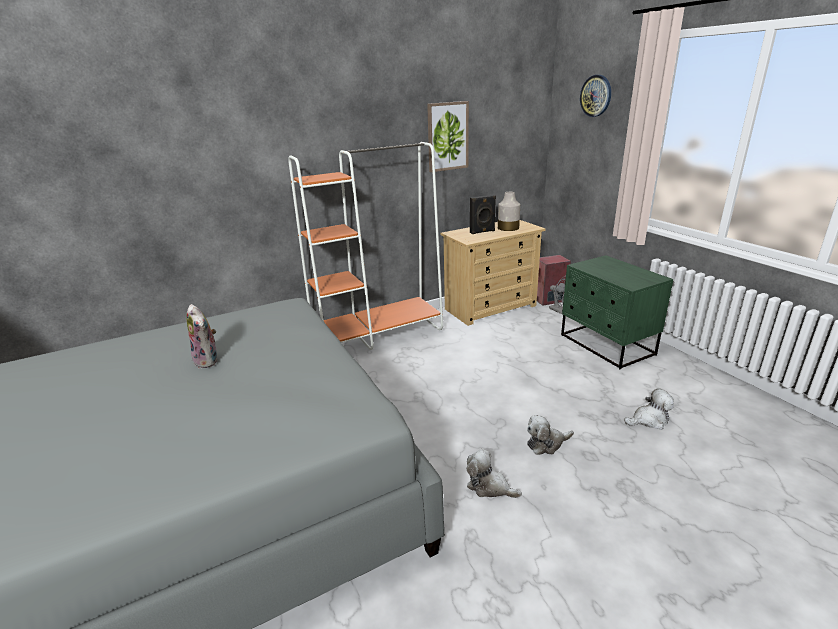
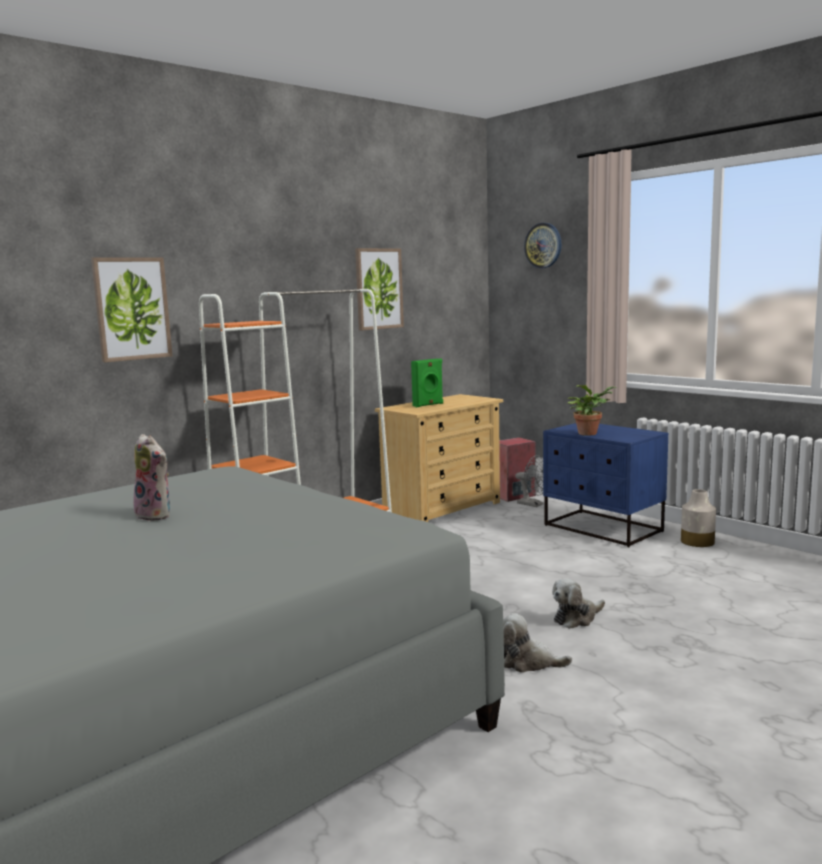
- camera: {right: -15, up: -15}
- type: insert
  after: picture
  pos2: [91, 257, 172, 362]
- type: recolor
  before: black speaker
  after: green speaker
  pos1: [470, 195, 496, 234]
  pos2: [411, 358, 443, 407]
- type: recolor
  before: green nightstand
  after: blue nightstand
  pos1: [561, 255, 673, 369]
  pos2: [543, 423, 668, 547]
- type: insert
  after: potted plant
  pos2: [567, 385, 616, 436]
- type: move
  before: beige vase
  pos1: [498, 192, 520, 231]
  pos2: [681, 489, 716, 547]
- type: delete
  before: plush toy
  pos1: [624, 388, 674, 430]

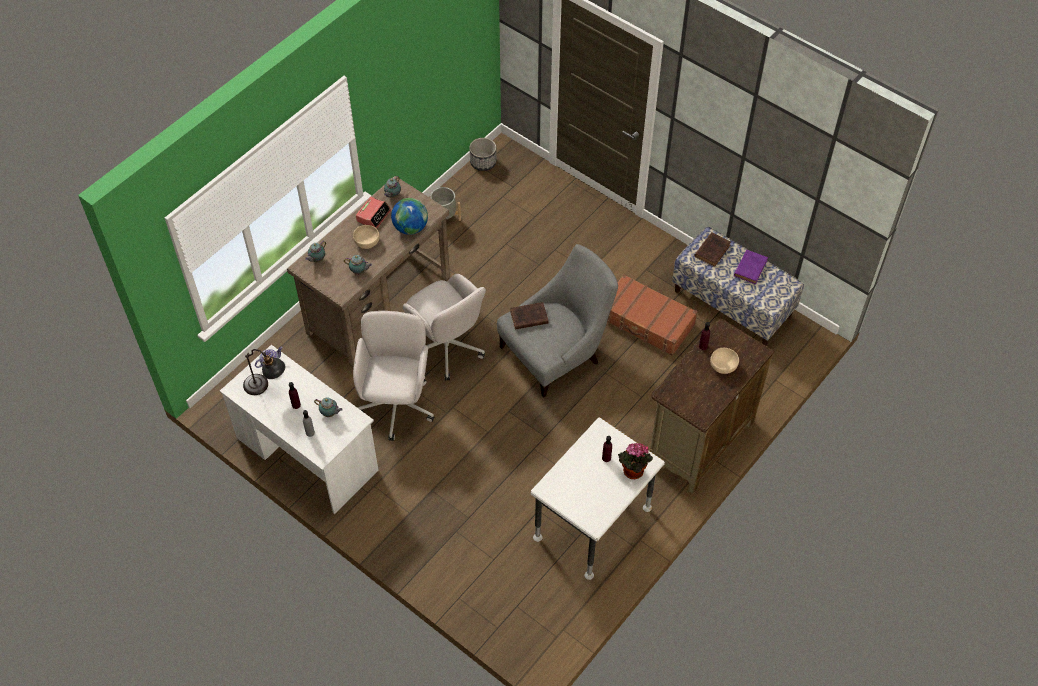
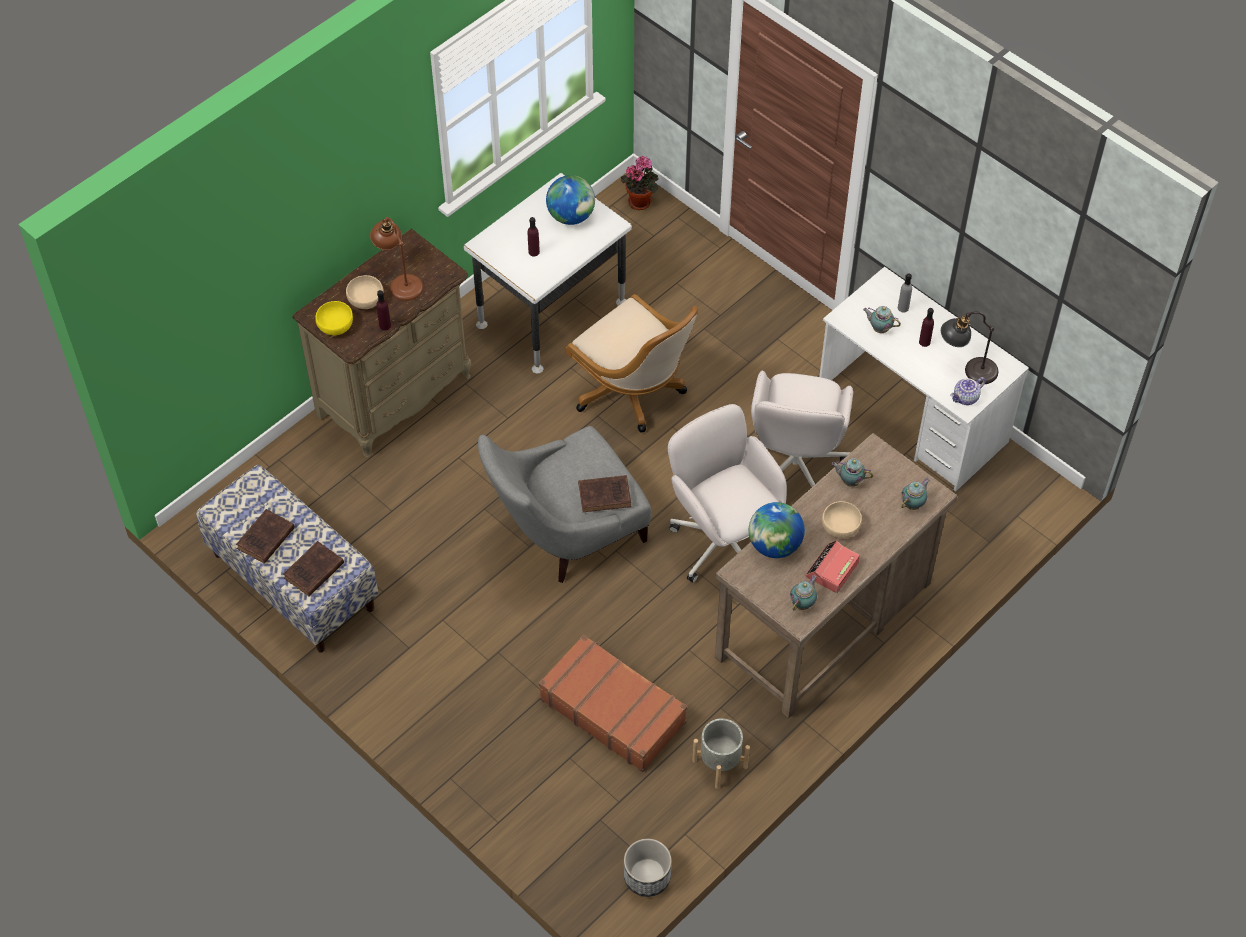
- camera: {right: -175, up: 0}
- type: recolor
  before: purple book
  after: brown book
  pos1: [734, 250, 768, 284]
  pos2: [236, 509, 295, 564]
- type: insert
  after: yellow bowl
  pos2: [315, 301, 353, 335]
- type: insert
  after: brown table lamp
  pos2: [370, 217, 423, 301]
- type: move
  before: brown suitcase
  pos1: [607, 274, 698, 356]
  pos2: [539, 635, 687, 772]
- type: insert
  after: globe
  pos2: [546, 175, 595, 225]
- type: insert
  after: office chair
  pos2: [565, 294, 698, 433]
- type: move
  before: potted plant
  pos1: [618, 443, 653, 479]
  pos2: [621, 155, 659, 210]

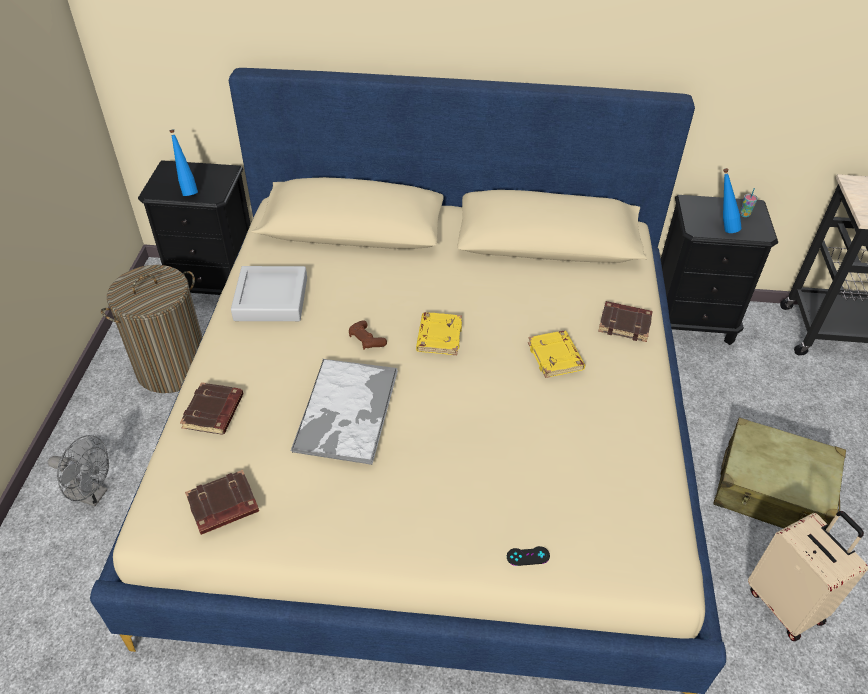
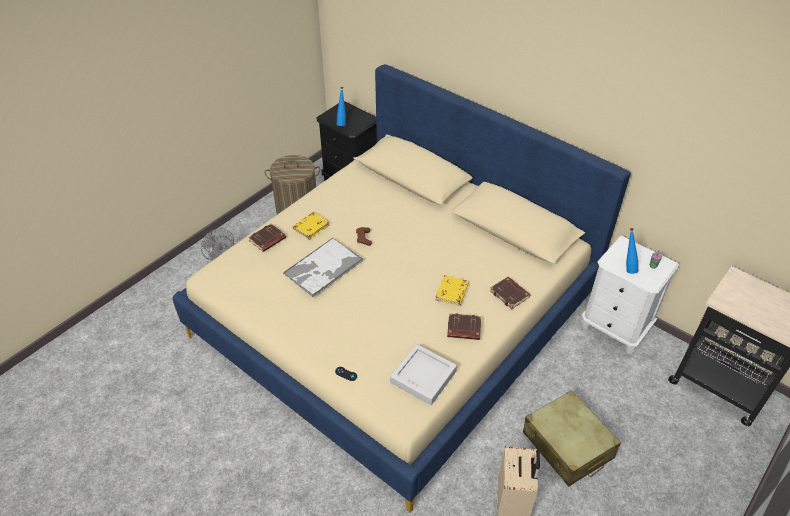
- camera: {right: 35, up: 0}
- type: move
  before: yellow book
  pos1: [416, 312, 462, 355]
  pos2: [293, 212, 329, 240]
- type: move
  before: grey tray
  pos1: [231, 266, 307, 321]
  pos2: [390, 344, 457, 405]
- type: move
  before: brown book
  pos1: [185, 470, 259, 535]
  pos2: [447, 313, 481, 340]
- type: recolor
  before: black nightstand
  after: white nightstand
  pos1: [661, 195, 778, 345]
  pos2: [582, 236, 679, 354]

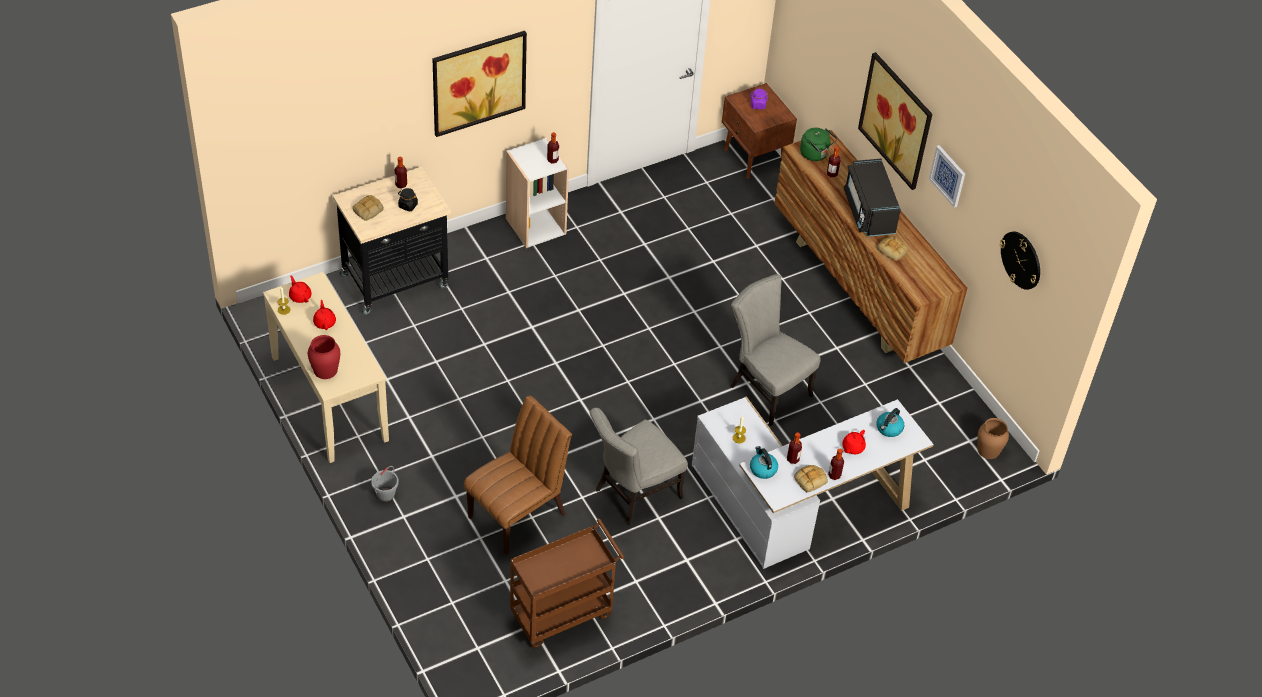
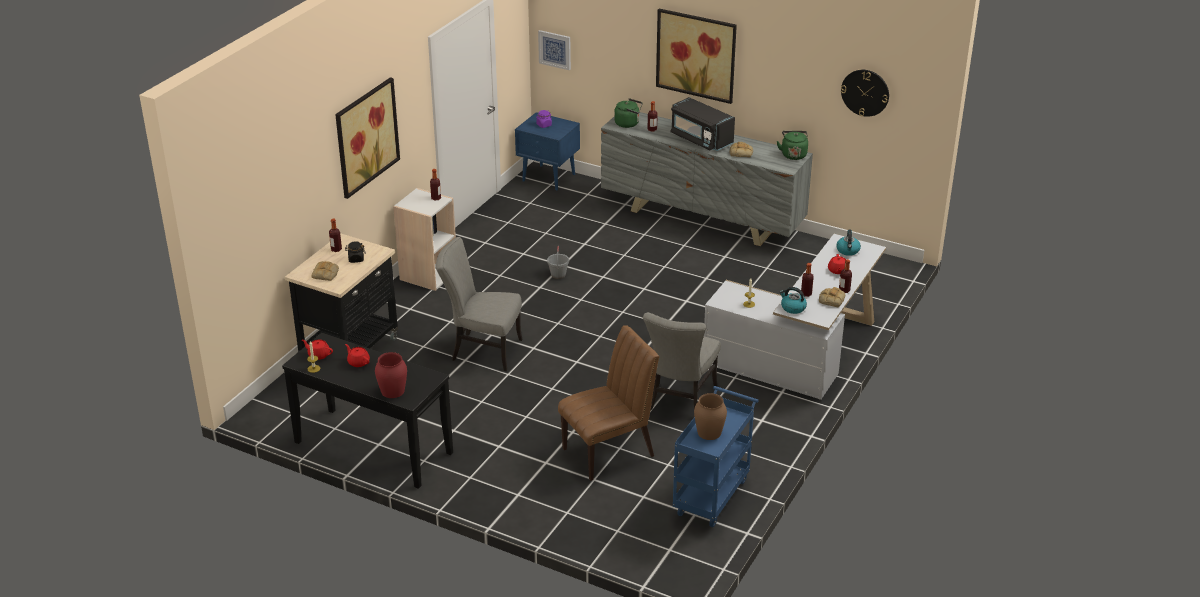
- camera: {right: -30, up: -15}
- type: recolor
  before: beige console table
  after: black console table
  pos1: [263, 272, 389, 463]
  pos2: [282, 333, 453, 489]
- type: move
  before: grey chair
  pos1: [730, 274, 821, 426]
  pos2: [436, 237, 523, 371]
- type: recolor
  before: brown nightstand
  after: blue nightstand
  pos1: [722, 83, 797, 179]
  pos2: [515, 112, 580, 190]
- type: move
  before: picture
  pos1: [929, 145, 965, 208]
  pos2: [538, 30, 571, 70]
- type: move
  before: grey bucket
  pos1: [371, 466, 399, 502]
  pos2: [547, 246, 569, 279]
- type: rotate
  before: brown chair
  pos1: [464, 395, 572, 555]
  pos2: [558, 325, 660, 481]
  turn: 45
- type: recolor
  before: brown cabinet
  after: grey cabinet
  pos1: [774, 130, 968, 363]
  pos2: [601, 112, 813, 246]
- type: recolor
  before: brown cart
  after: blue cart
  pos1: [510, 519, 624, 648]
  pos2: [673, 386, 759, 527]
- type: move
  before: brown vase
  pos1: [977, 418, 1009, 459]
  pos2: [694, 393, 727, 440]
- type: insert
  after: green kettle
  pos2: [777, 131, 808, 160]

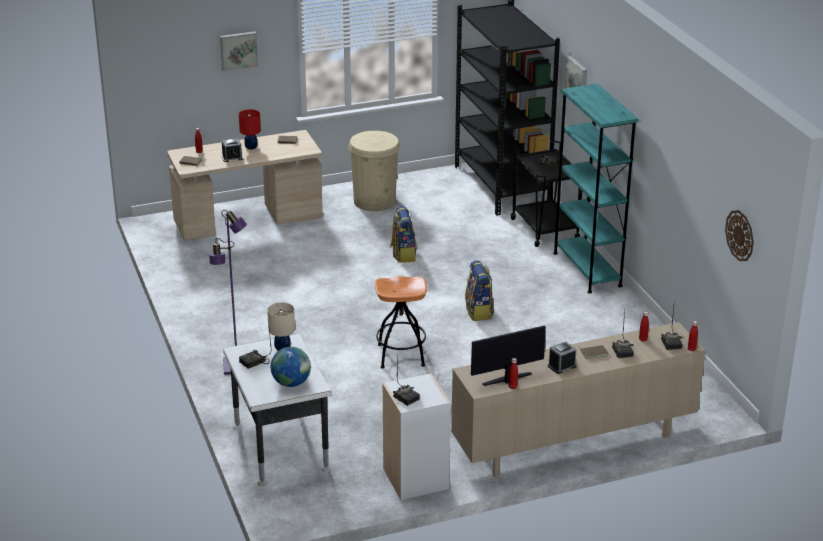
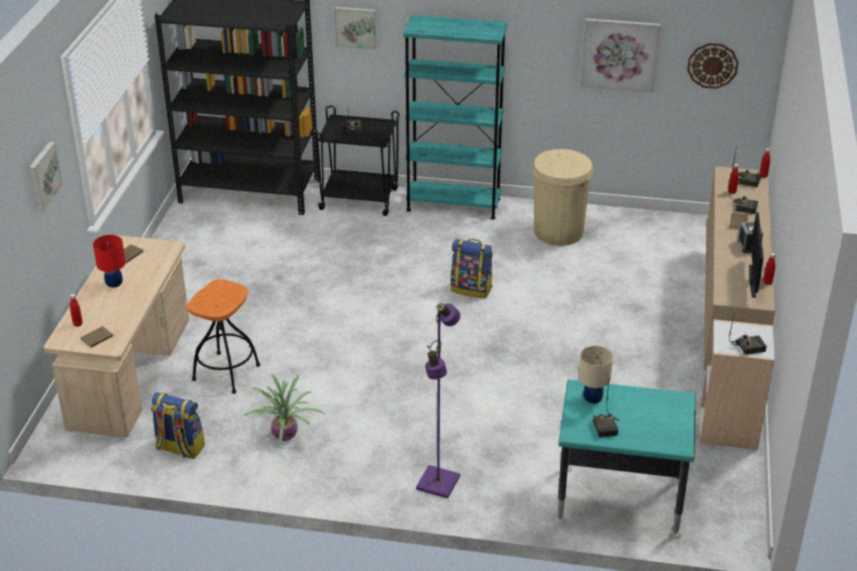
- camera: {right: -60, up: 5}
- type: move
  before: backpack
  pos1: [390, 206, 417, 263]
  pos2: [151, 392, 205, 459]
- type: move
  before: orange stool
  pos1: [375, 276, 427, 369]
  pos2: [186, 279, 260, 394]
- type: insert
  after: potted plant
  pos2: [243, 374, 324, 444]
- type: move
  before: beige trash can
  pos1: [348, 131, 400, 212]
  pos2: [532, 149, 594, 246]
- type: recolor
  before: white desk
  after: turquoise desk
  pos1: [223, 334, 332, 487]
  pos2: [554, 379, 696, 539]
- type: insert
  after: picture
  pos2: [581, 18, 661, 93]
- type: delete
  before: alarm clock
  pos1: [222, 139, 243, 162]
- type: delete
  before: globe
  pos1: [271, 347, 311, 387]

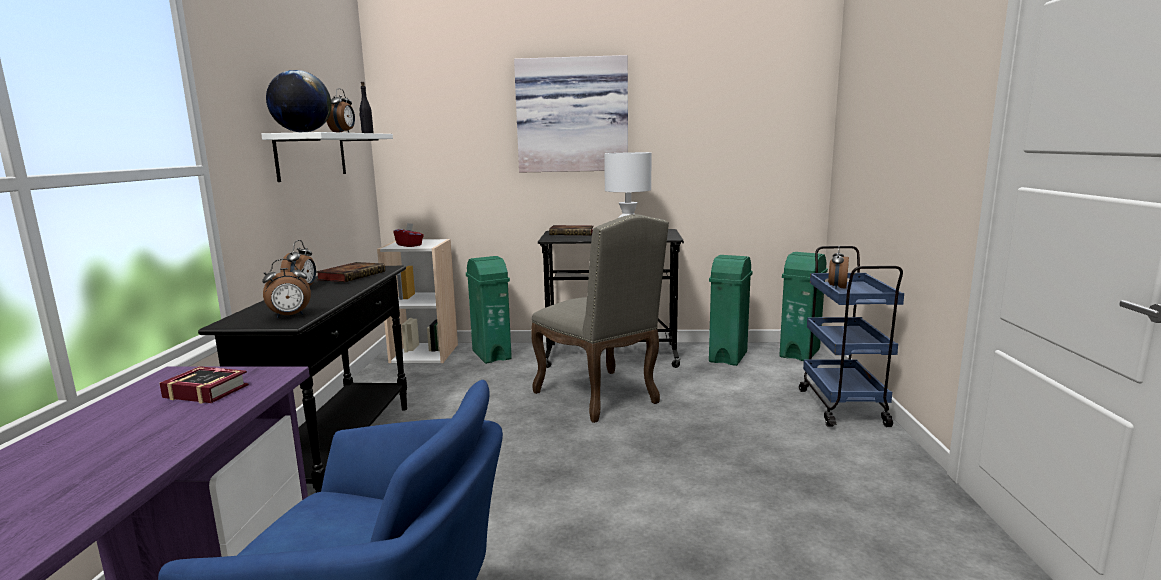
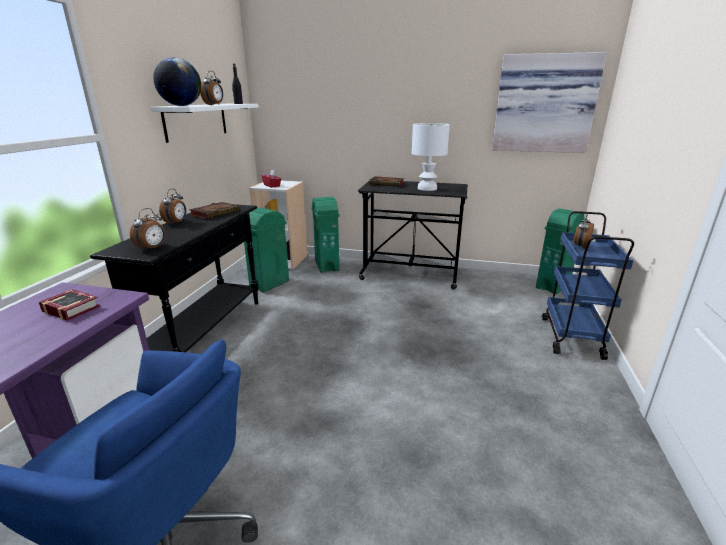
- camera: {right: 10, up: 10}
- type: rotate
  before: alarm clock
  pos1: [262, 259, 311, 319]
  pos2: [130, 208, 166, 251]
  turn: -45
- type: move
  before: green trash can
  pos1: [709, 255, 753, 366]
  pos2: [244, 208, 289, 293]
- type: move
  before: picture
  pos1: [514, 55, 628, 173]
  pos2: [492, 52, 607, 153]
- type: delete
  before: grey chair
  pos1: [531, 214, 669, 423]

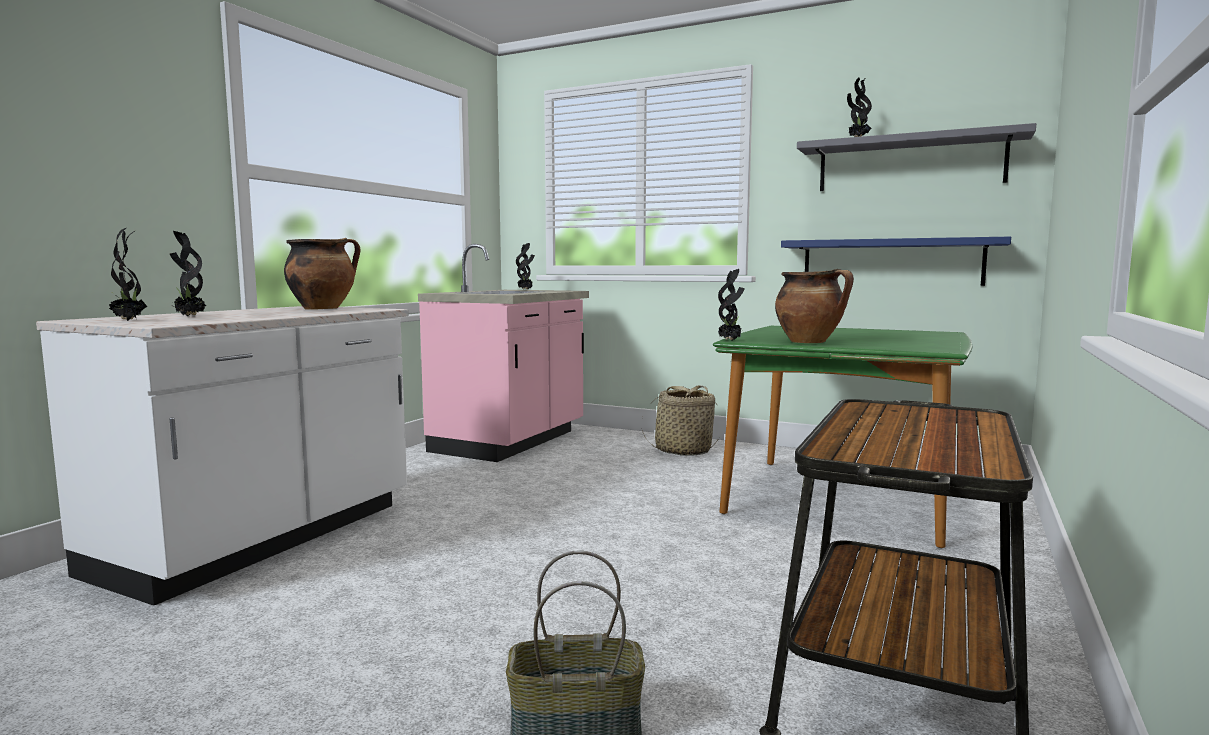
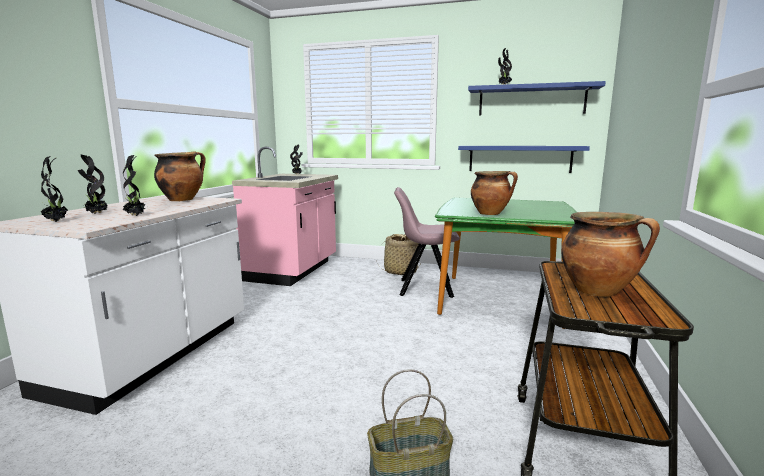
- camera: {right: -10, up: 5}
- type: move
  before: potted plant
  pos1: [718, 269, 745, 341]
  pos2: [123, 155, 145, 216]
- type: insert
  after: pink chair
  pos2: [394, 187, 460, 298]
- type: recolor
  before: grey shelf
  after: blue shelf
  pos1: [797, 123, 1036, 191]
  pos2: [468, 81, 606, 115]
- type: insert
  after: cooking pot
  pos2: [561, 212, 660, 297]

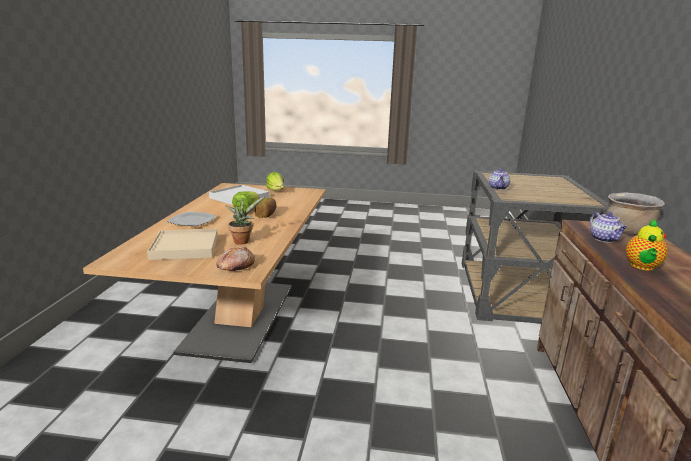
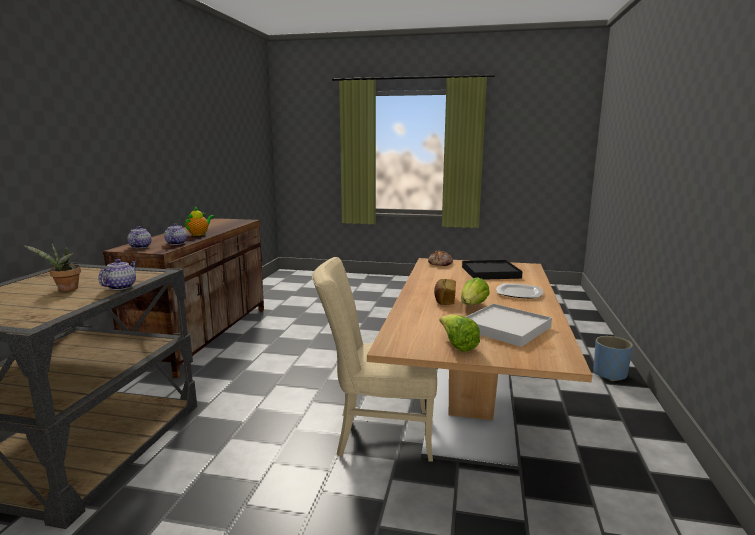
- camera: {right: -175, up: -5}
- type: move
  before: potted plant
  pos1: [225, 197, 264, 245]
  pos2: [23, 243, 81, 291]
- type: replace
  before: brown cooking pot
  after: teapot
  pos1: [606, 193, 665, 235]
  pos2: [127, 226, 152, 248]
- type: insert
  after: beige chair
  pos2: [312, 257, 437, 461]
- type: recolor
  before: beige tray
  after: black tray
  pos1: [147, 229, 218, 260]
  pos2: [462, 260, 523, 280]
- type: insert
  after: blue planter
  pos2: [593, 336, 633, 381]

